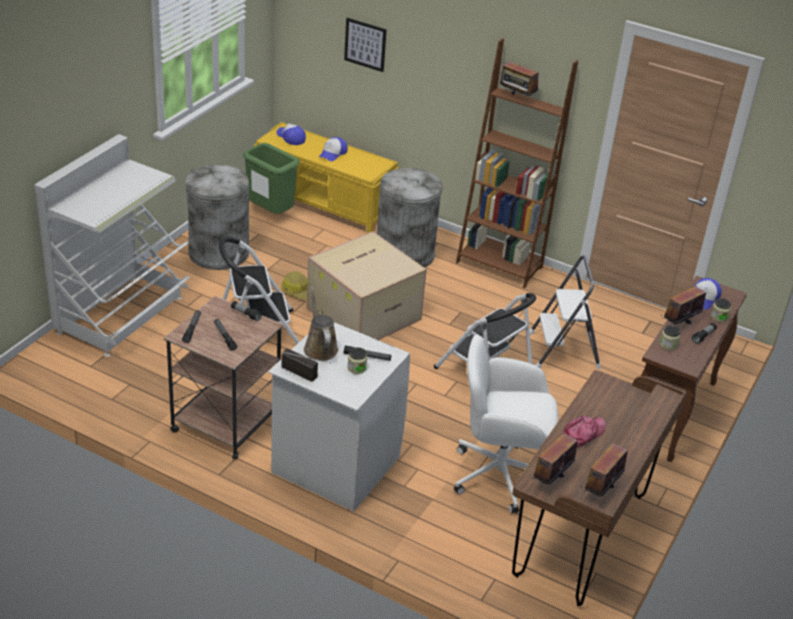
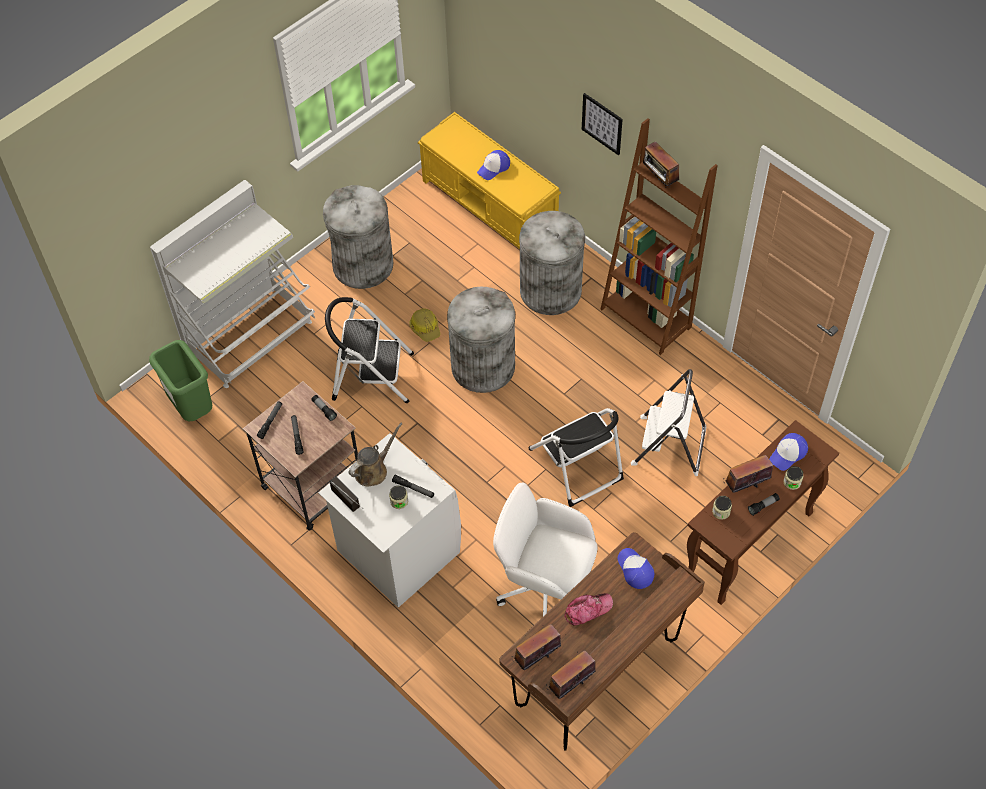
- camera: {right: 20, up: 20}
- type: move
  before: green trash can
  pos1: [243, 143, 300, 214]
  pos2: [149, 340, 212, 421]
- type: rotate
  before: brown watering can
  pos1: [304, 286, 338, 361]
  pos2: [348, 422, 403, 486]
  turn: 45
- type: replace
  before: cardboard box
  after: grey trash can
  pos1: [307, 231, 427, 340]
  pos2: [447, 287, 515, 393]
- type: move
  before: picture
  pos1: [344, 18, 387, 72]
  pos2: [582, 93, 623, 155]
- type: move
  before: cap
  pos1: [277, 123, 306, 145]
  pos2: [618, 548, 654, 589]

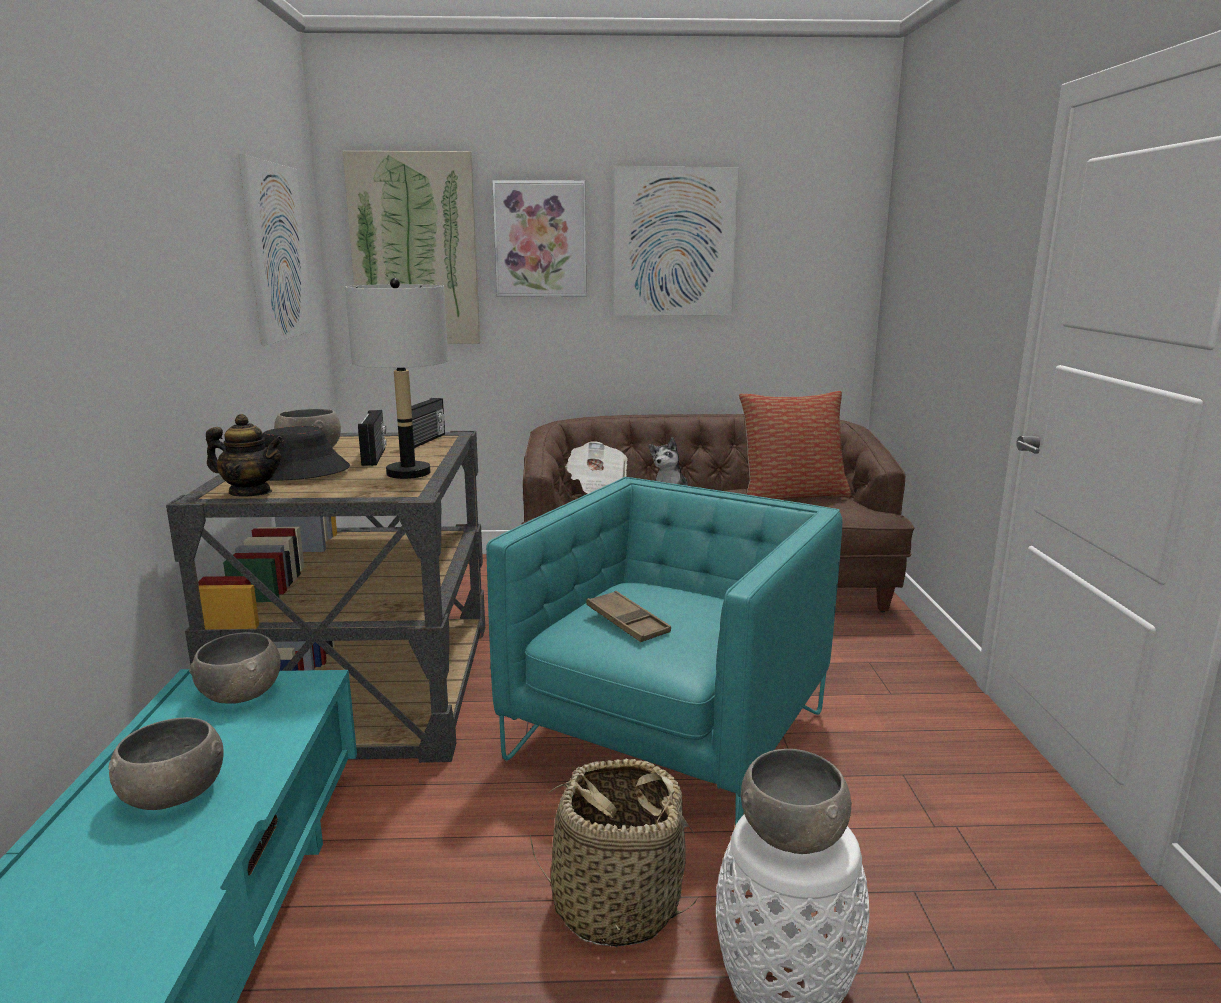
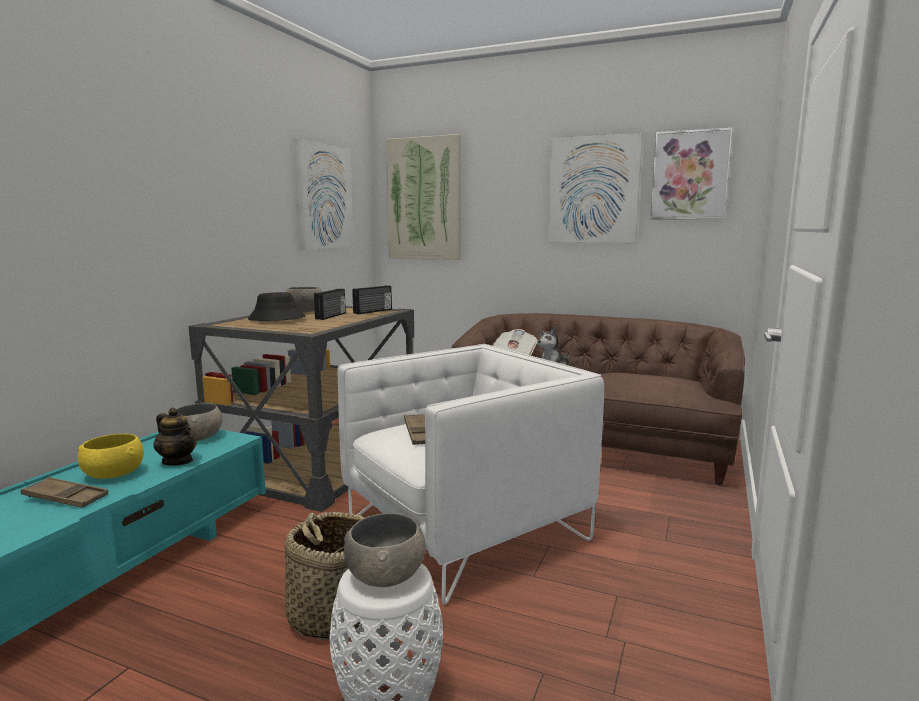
- camera: {right: 25, up: -5}
- type: insert
  after: brown tray
  pos2: [21, 477, 108, 508]
- type: recolor
  before: grey bowl
  after: yellow bowl
  pos1: [109, 717, 224, 810]
  pos2: [78, 434, 144, 479]
- type: move
  before: teapot
  pos1: [206, 414, 284, 496]
  pos2: [153, 408, 198, 466]
- type: recolor
  before: turquoise armchair
  after: white armchair
  pos1: [486, 477, 842, 826]
  pos2: [337, 344, 604, 606]
- type: move
  before: picture
  pos1: [492, 180, 586, 297]
  pos2: [650, 128, 733, 219]
- type: delete
  before: grey table lamp
  pos1: [345, 278, 448, 479]
- type: delete
  before: pillow
  pos1: [739, 391, 852, 499]

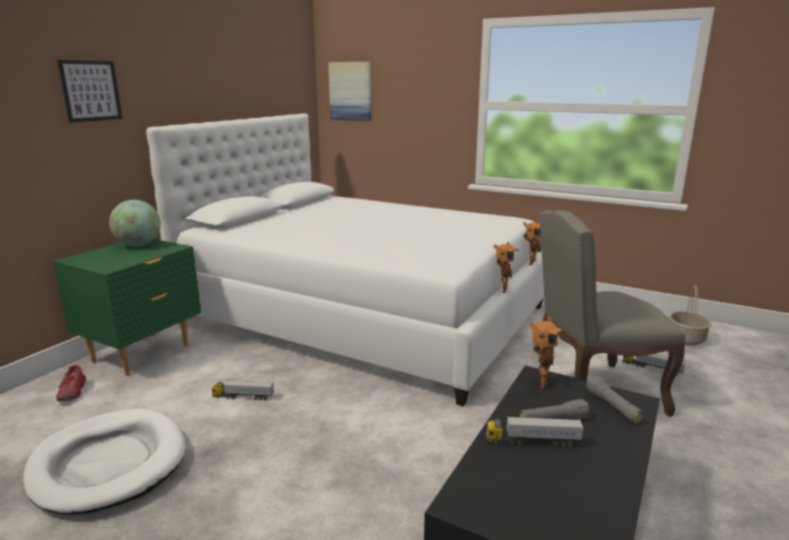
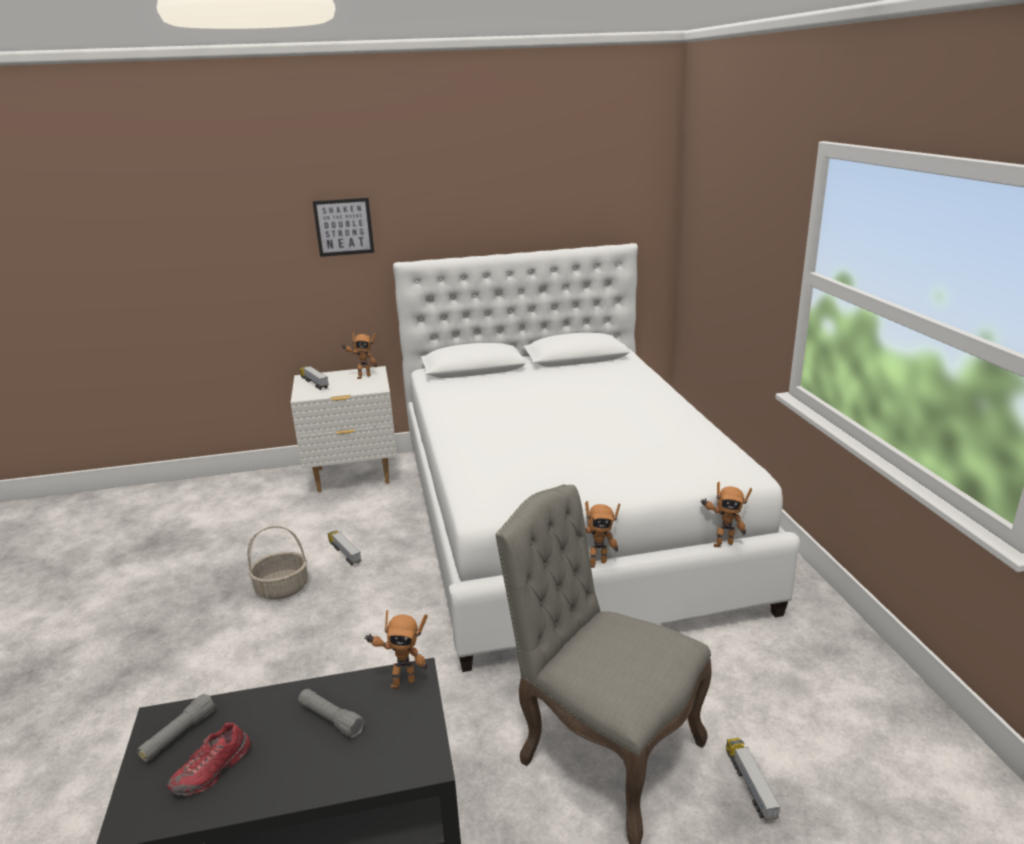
- camera: {right: 50, up: 5}
- type: move
  before: grey flashlight
  pos1: [586, 376, 643, 423]
  pos2: [137, 694, 216, 762]
- type: move
  before: red shoe
  pos1: [56, 365, 86, 401]
  pos2: [167, 723, 251, 796]
- type: move
  before: basket
  pos1: [669, 285, 711, 346]
  pos2: [248, 526, 308, 600]
- type: recolor
  before: green nightstand
  after: white nightstand
  pos1: [53, 239, 201, 376]
  pos2: [290, 366, 397, 492]
- type: move
  before: toy truck
  pos1: [486, 416, 584, 448]
  pos2: [300, 366, 329, 390]
- type: replace
  before: globe
  after: toy robot
  pos1: [109, 200, 161, 247]
  pos2: [341, 332, 377, 379]
- type: delete
  before: white dog bed
  pos1: [23, 409, 185, 515]
- type: delete
  before: picture
  pos1: [328, 62, 371, 121]

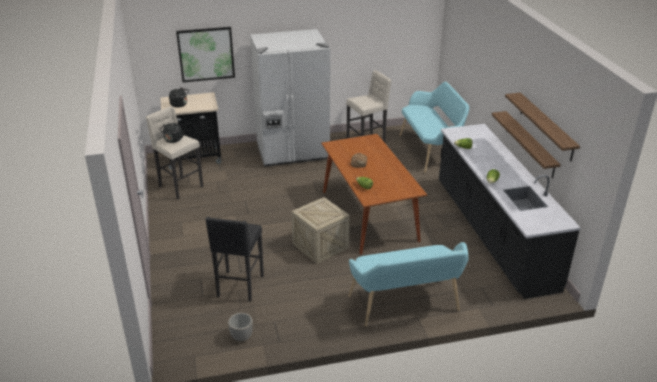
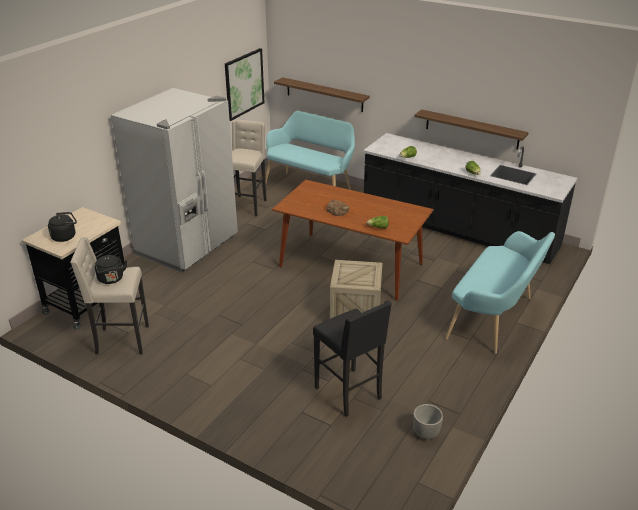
- camera: {right: -45, up: 0}
- type: move
  before: picture
  pos1: [176, 27, 235, 83]
  pos2: [225, 48, 264, 121]
- type: move
  before: shelf
  pos1: [505, 93, 580, 161]
  pos2: [274, 77, 370, 112]

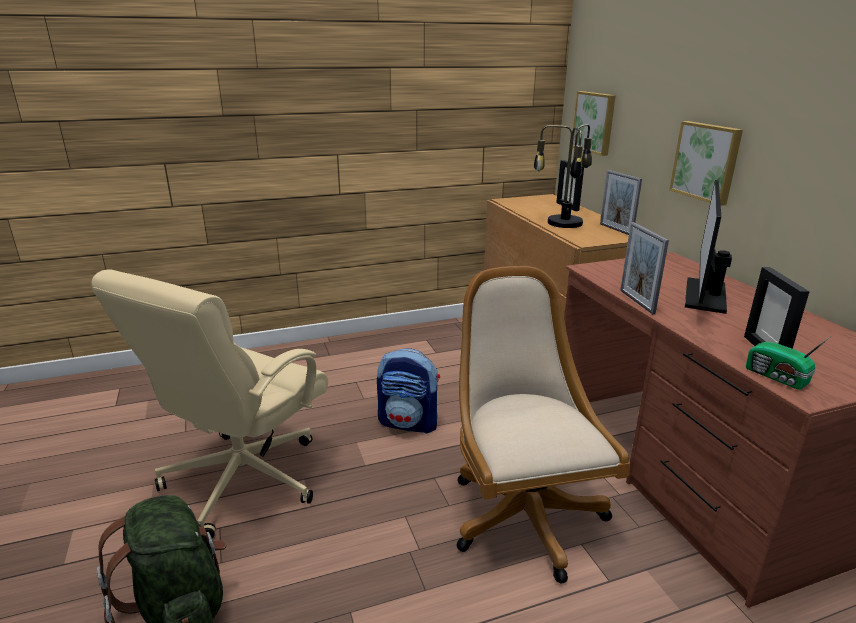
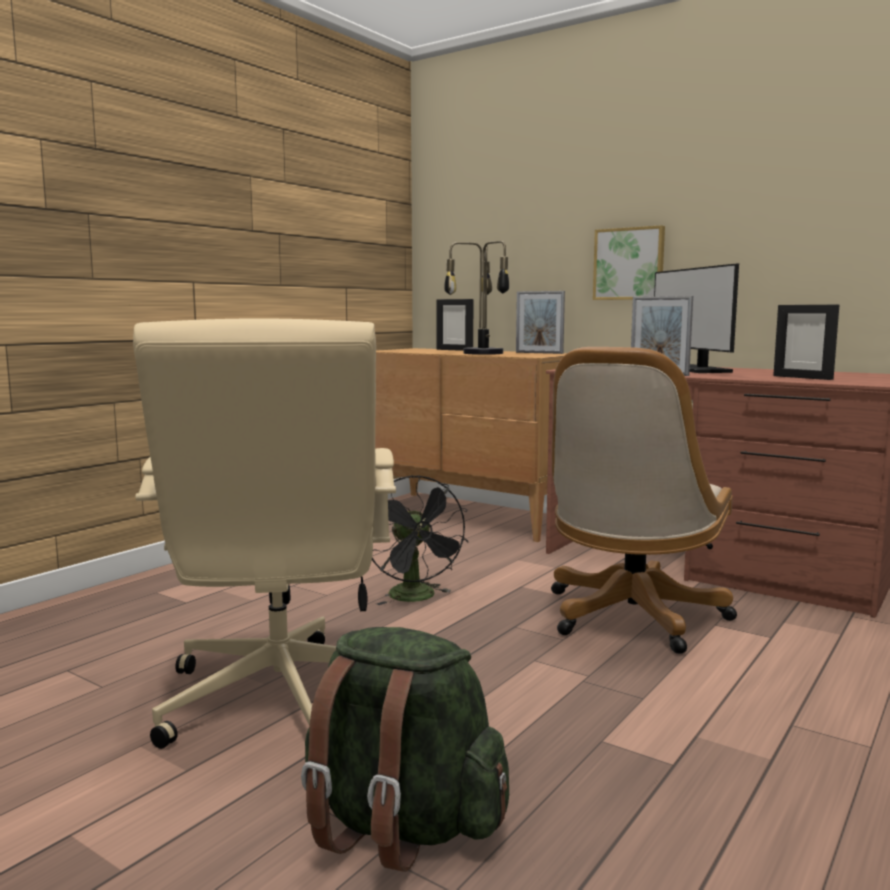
- camera: {right: -35, up: -15}
- type: replace
  before: backpack
  after: black fan
  pos1: [377, 348, 440, 434]
  pos2: [372, 475, 469, 605]
- type: rotate
  before: office chair
  pos1: [457, 266, 630, 583]
  pos2: [551, 347, 737, 654]
  turn: -105
- type: delete
  before: picture
  pos1: [572, 91, 616, 156]
- type: delete
  before: radio
  pos1: [746, 336, 831, 390]

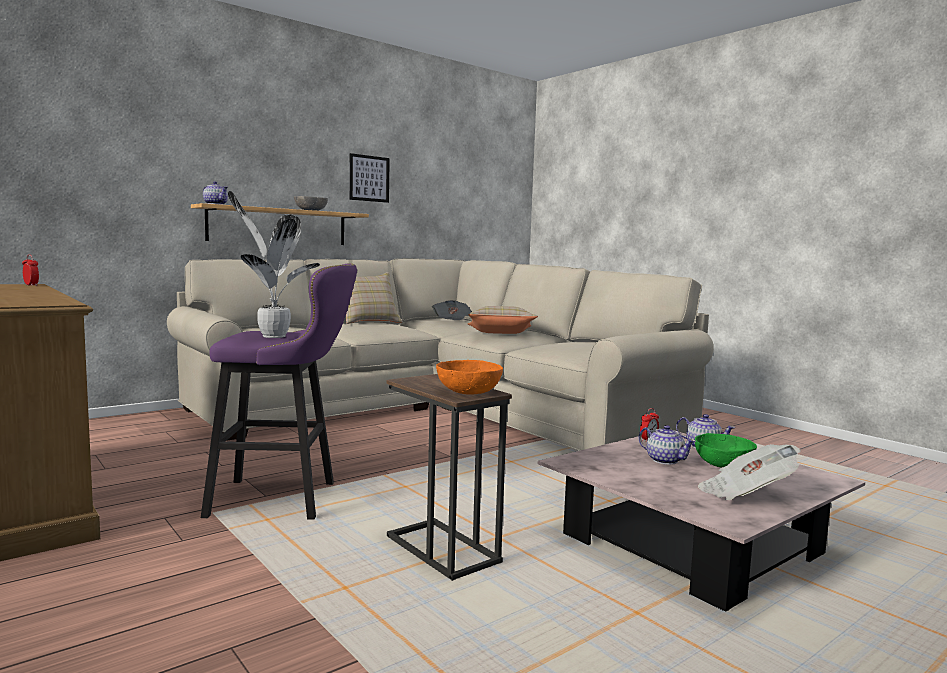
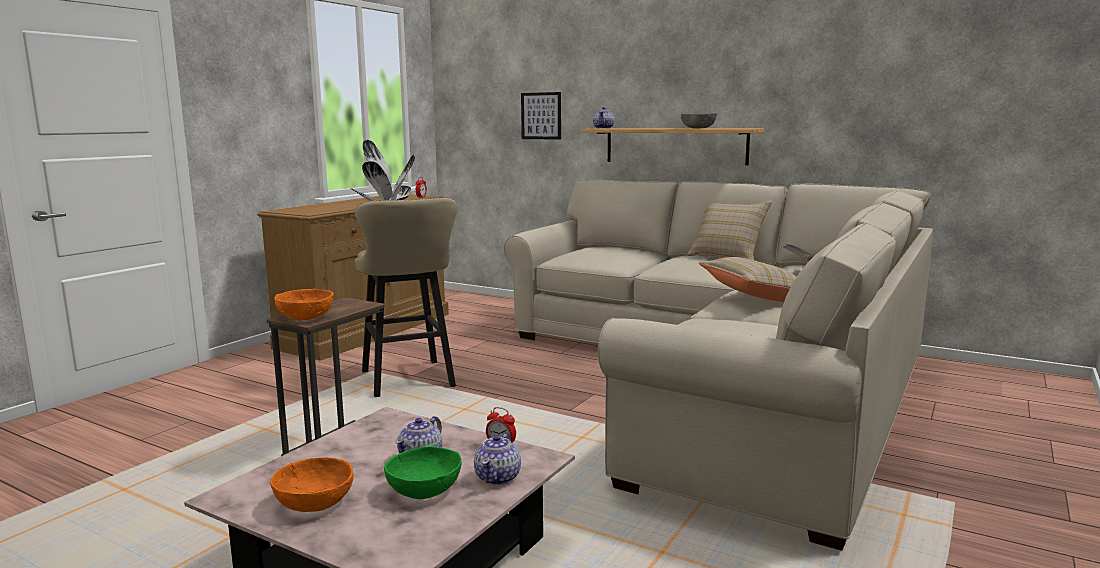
- camera: {right: 70, up: 5}
- type: replace
  before: newspaper
  after: orange bowl
  pos1: [698, 444, 801, 500]
  pos2: [270, 457, 353, 512]
- type: recolor
  before: purple stool
  after: beige stool
  pos1: [201, 263, 357, 520]
  pos2: [355, 197, 458, 397]
- type: move
  before: picture
  pos1: [349, 153, 390, 203]
  pos2: [521, 92, 561, 140]

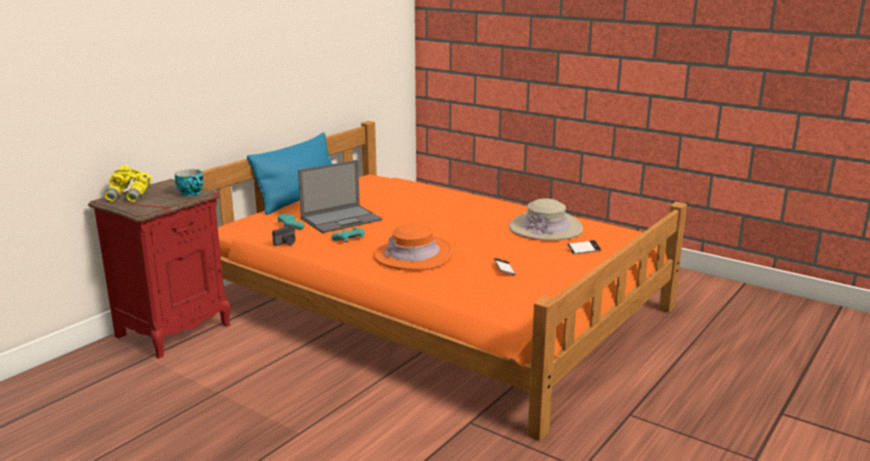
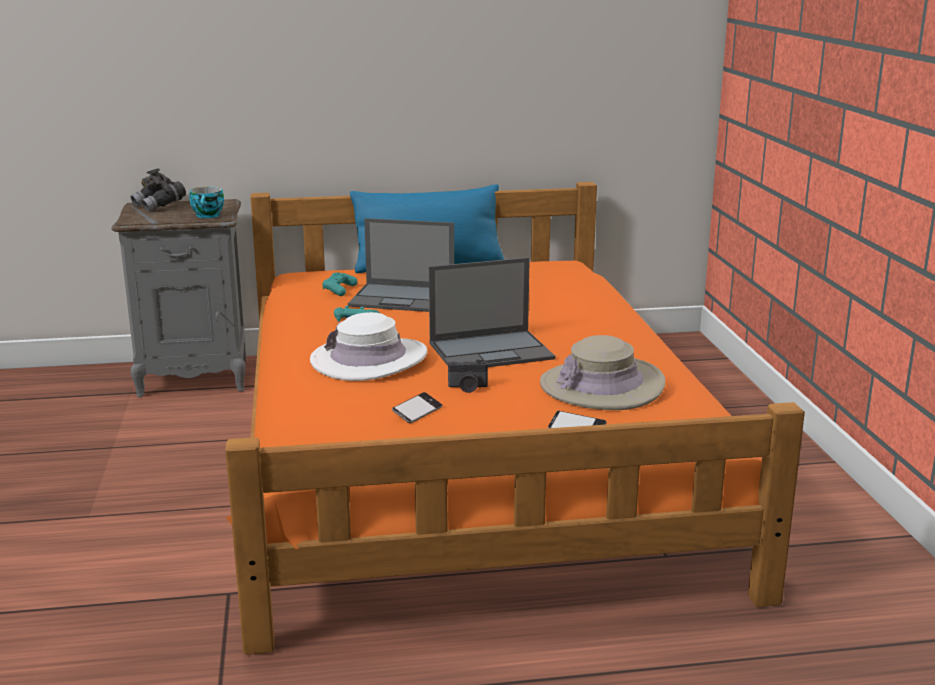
- camera: {right: 45, up: 0}
- type: recolor
  before: red nightstand
  after: grey nightstand
  pos1: [88, 179, 231, 358]
  pos2: [111, 199, 246, 397]
- type: recolor
  before: yellow binoculars
  after: grey binoculars
  pos1: [105, 165, 152, 202]
  pos2: [131, 169, 186, 212]
- type: recolor
  before: orange hat
  after: white hat
  pos1: [373, 223, 454, 271]
  pos2: [310, 312, 427, 381]
- type: insert
  after: laptop
  pos2: [429, 257, 555, 367]
- type: move
  before: photo camera
  pos1: [272, 224, 296, 246]
  pos2: [448, 360, 488, 393]

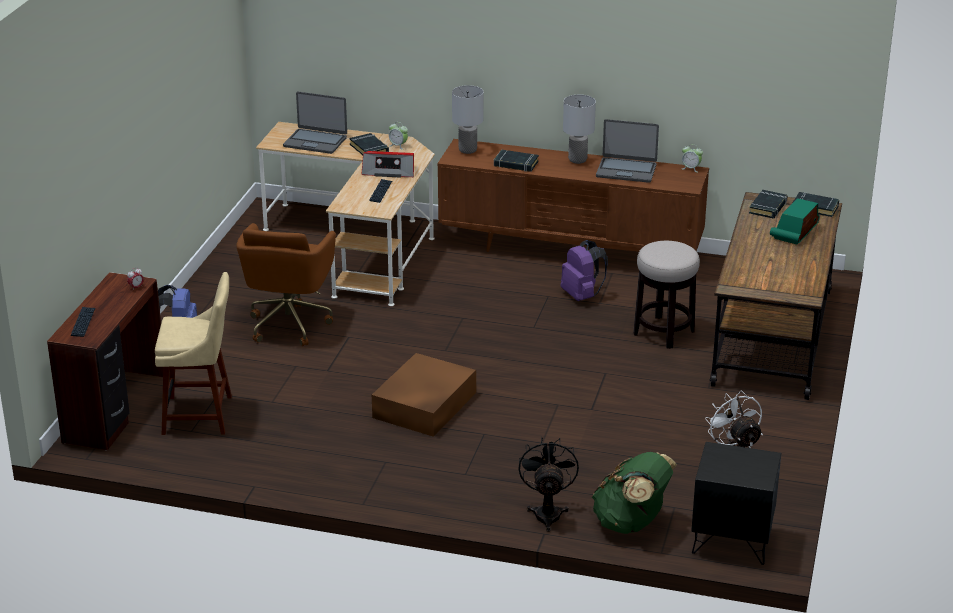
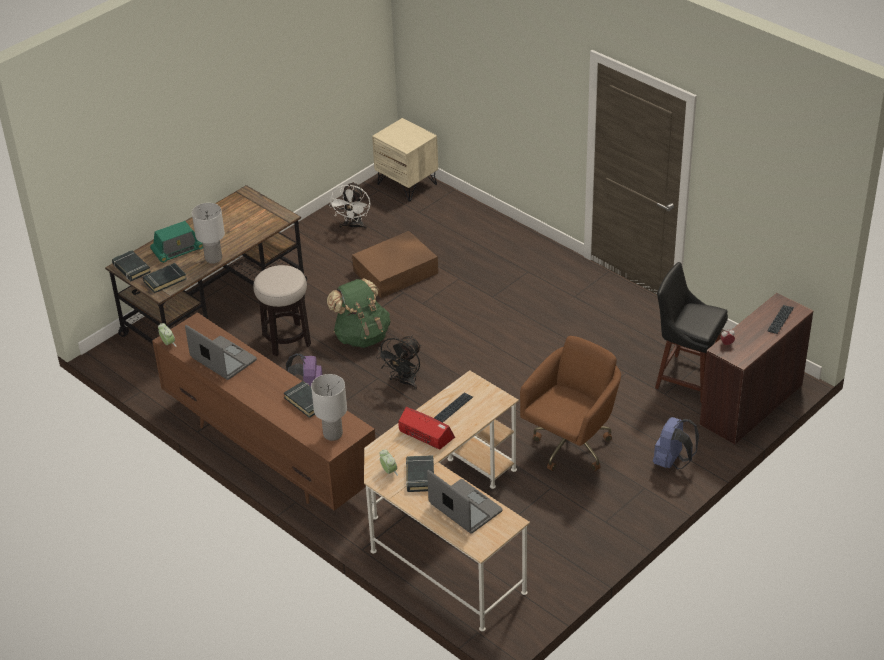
- camera: {right: -150, up: 10}
- type: move
  before: grey table lamp
  pos1: [563, 95, 596, 164]
  pos2: [192, 203, 225, 264]
- type: move
  before: green backpack
  pos1: [592, 452, 677, 534]
  pos2: [327, 278, 390, 348]
- type: move
  before: brown storage box
  pos1: [372, 353, 476, 437]
  pos2: [352, 231, 438, 298]
- type: recolor
  before: black nightstand
  after: beige nightstand
  pos1: [691, 442, 781, 565]
  pos2: [372, 118, 438, 202]
- type: move
  before: black fan
  pos1: [519, 437, 579, 532]
  pos2: [376, 335, 421, 389]
- type: recolor
  before: beige chair
  after: black chair
  pos1: [155, 272, 232, 435]
  pos2: [655, 262, 728, 403]

